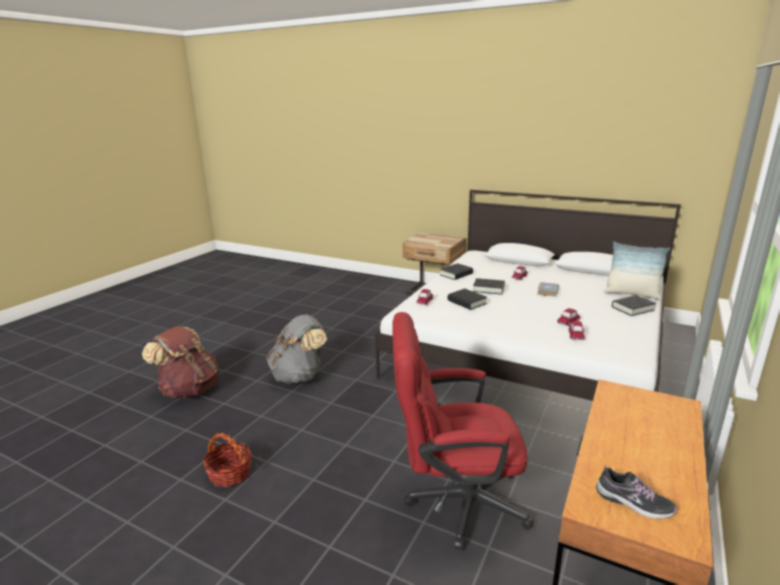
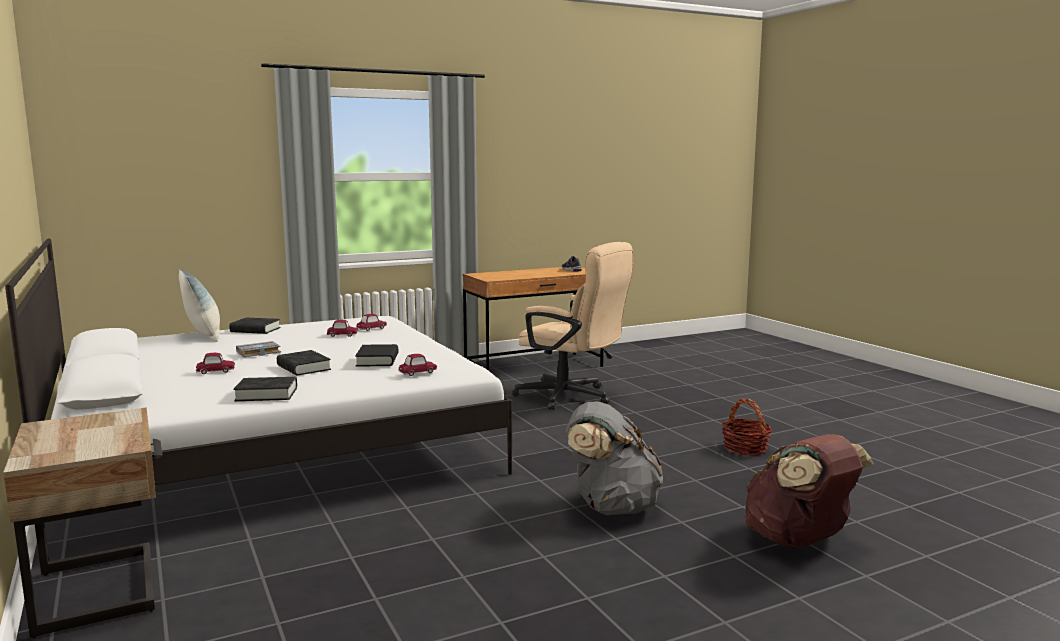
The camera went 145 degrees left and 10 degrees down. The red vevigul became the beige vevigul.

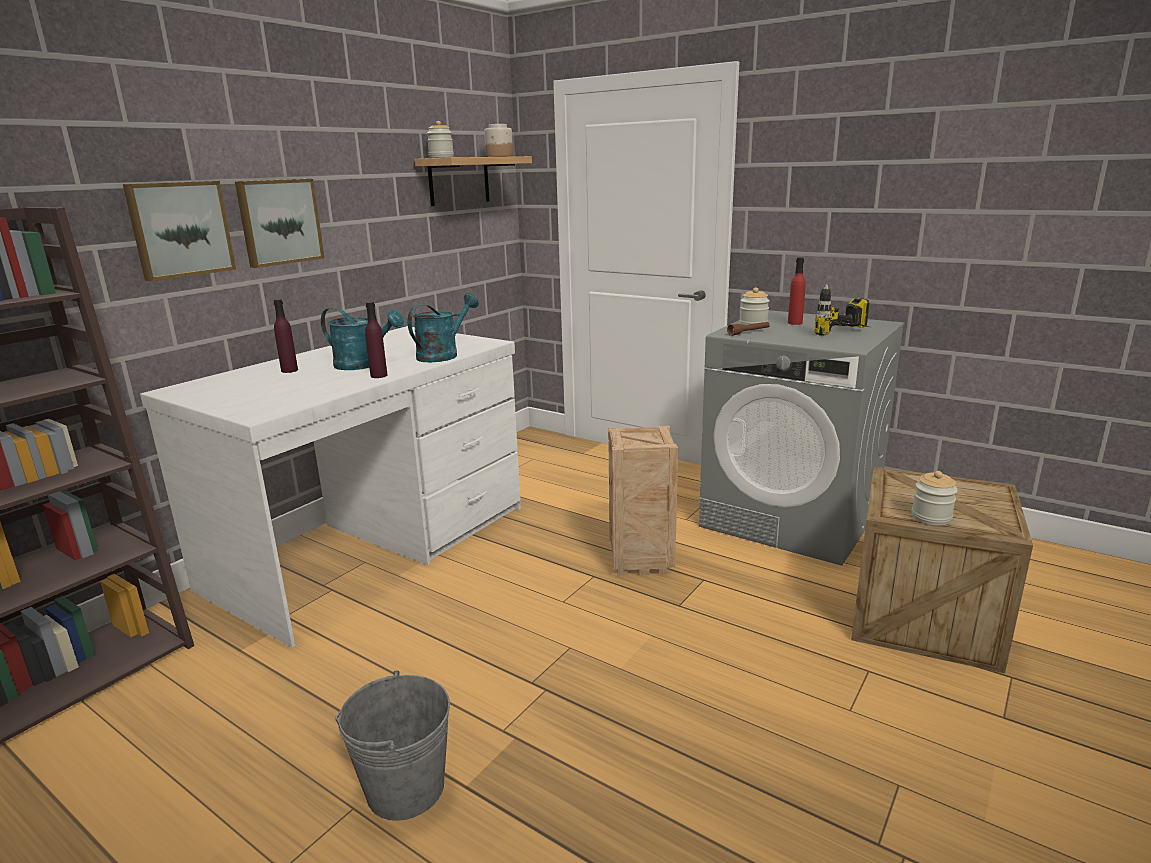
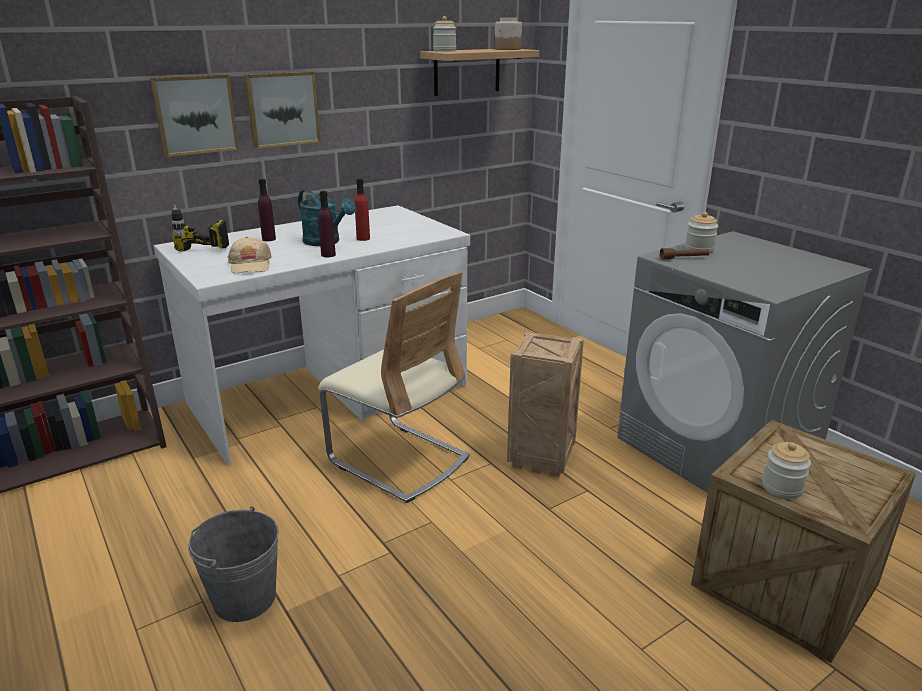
The camera went 20 degrees right and 5 degrees up. The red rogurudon moved. The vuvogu moved. The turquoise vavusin (no. 2 from left) disappeared. The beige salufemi appeared. The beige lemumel appeared.

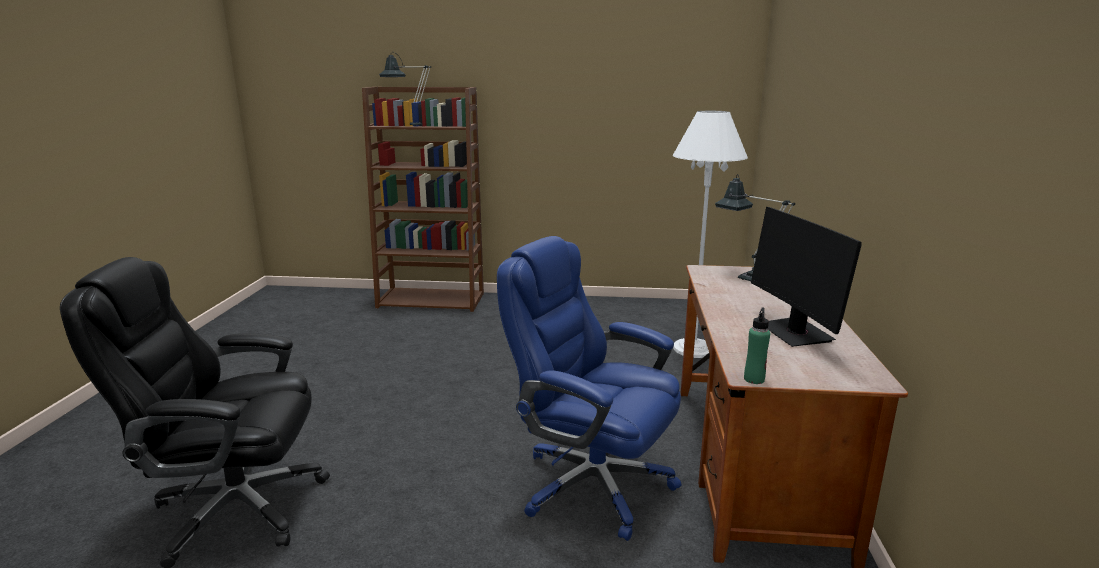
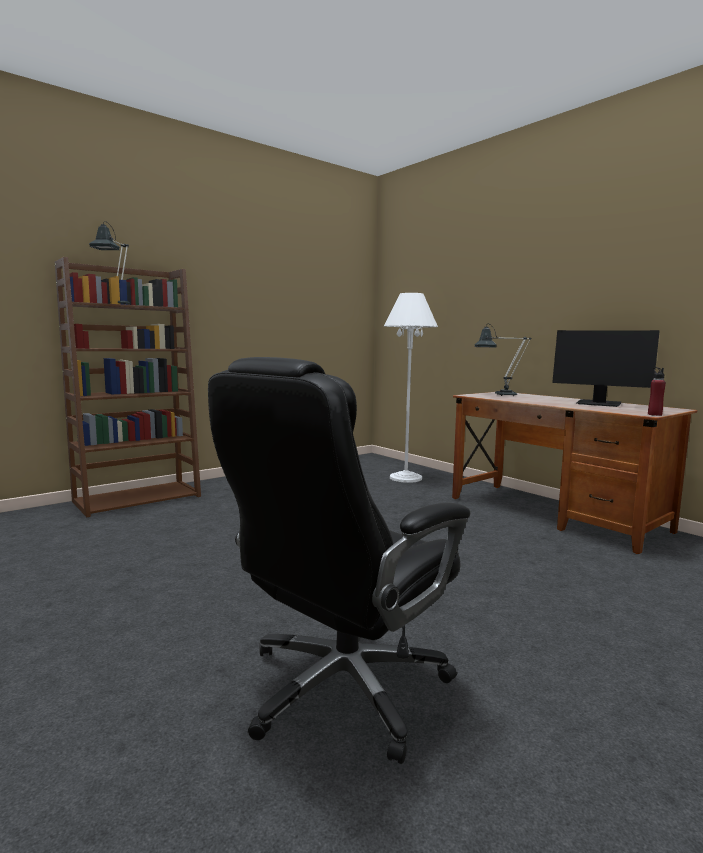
The camera went 45 degrees left and 10 degrees down. The blue vevigul disappeared. The green rogurudon became the red rogurudon.

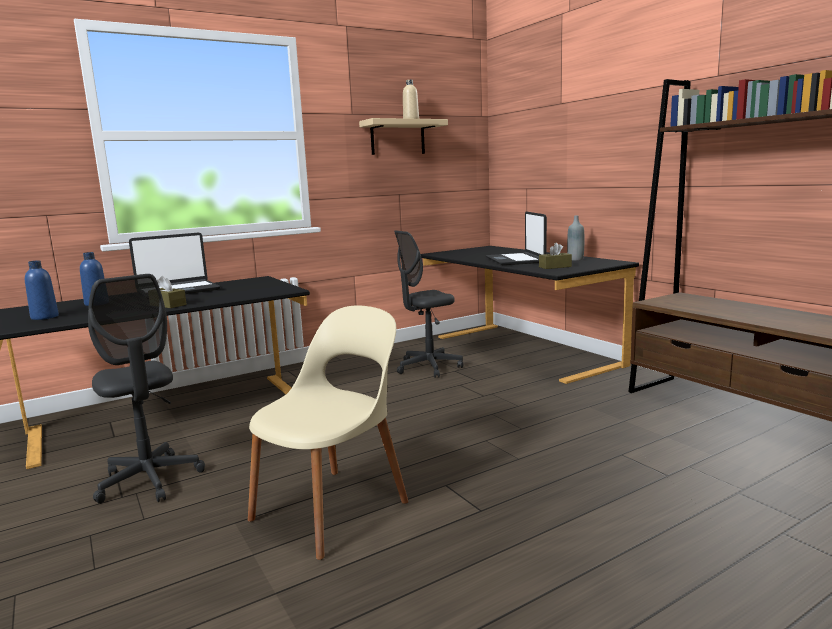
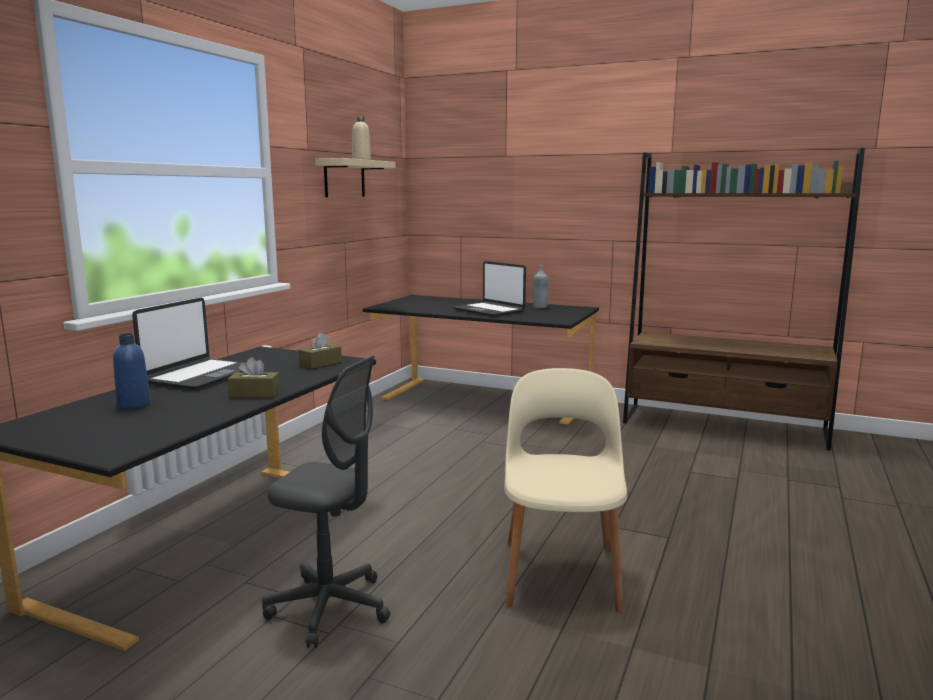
The camera went 35 degrees left and 0 degrees up. The grey vevigul (no. 2 from left) disappeared. The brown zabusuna (no. 2 from left) moved. The blue rogurudon (no. 1 from left) disappeared.

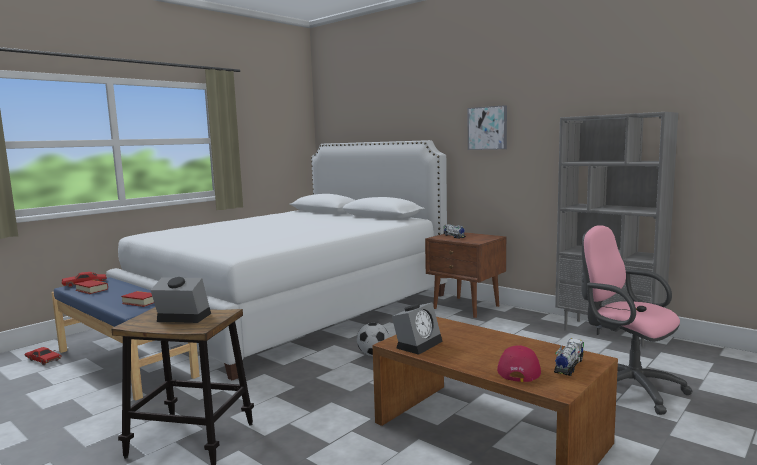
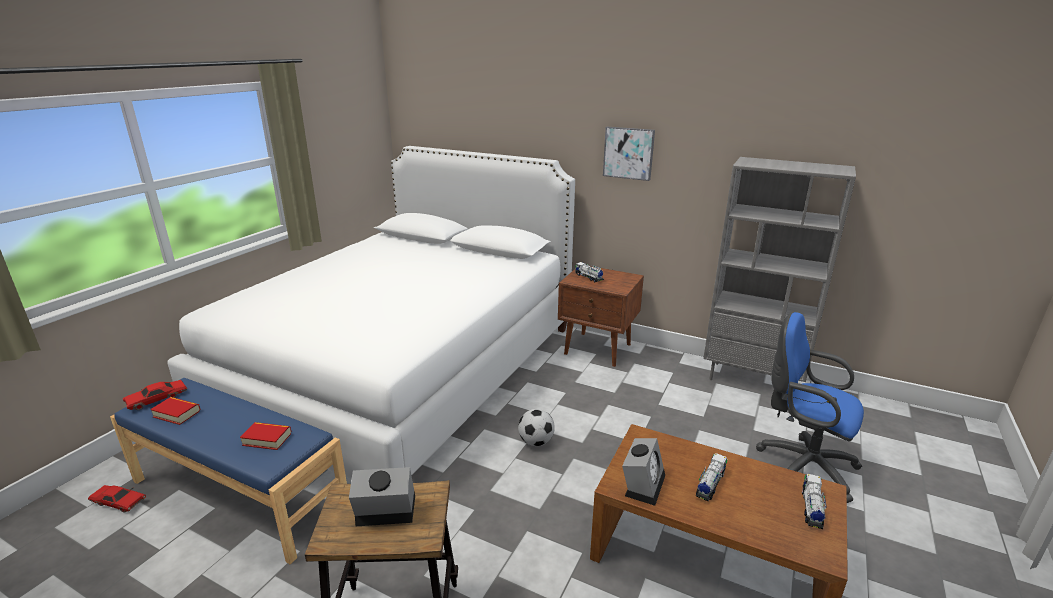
The camera went 15 degrees left and 15 degrees up. The pink vevigul became the blue vevigul. The red salufemi disappeared. The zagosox (no. 2 from left) appeared.

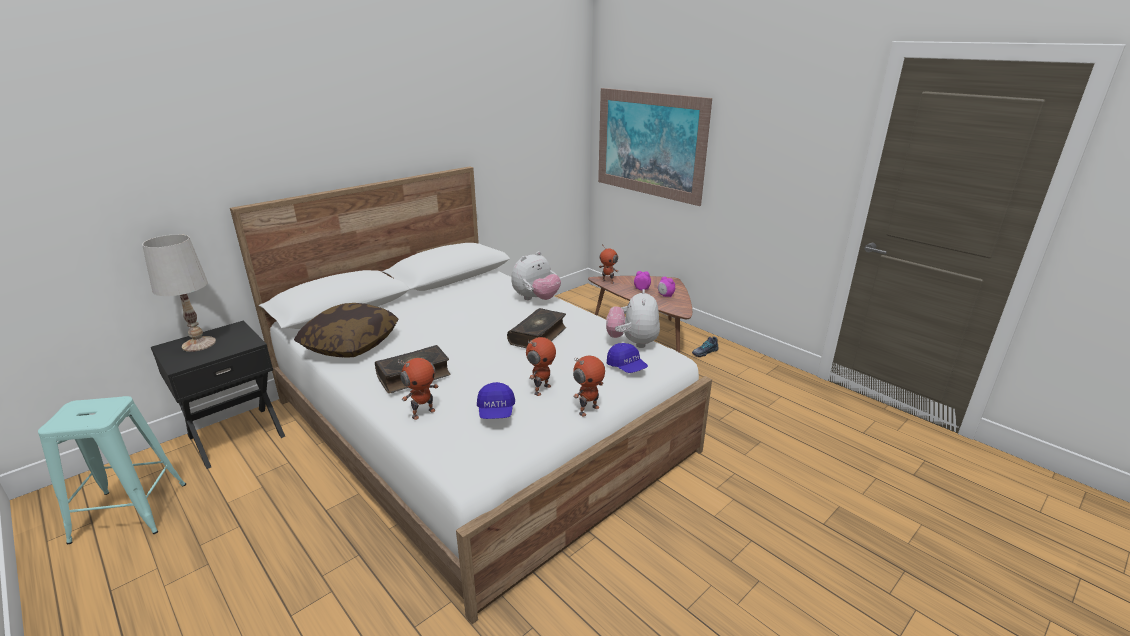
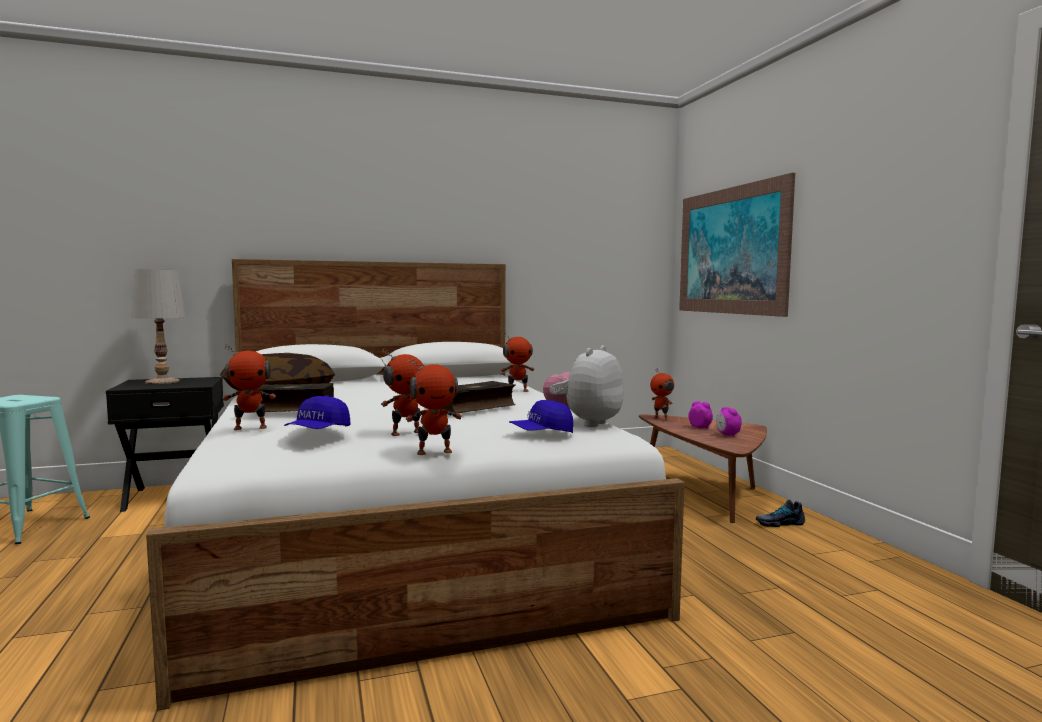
The camera went 25 degrees right and 20 degrees down. The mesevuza (no. 1 from left) was replaced by the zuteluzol (no. 4 from left). The blue salufemi (no. 2 from left) turned 75 degrees clockwise.

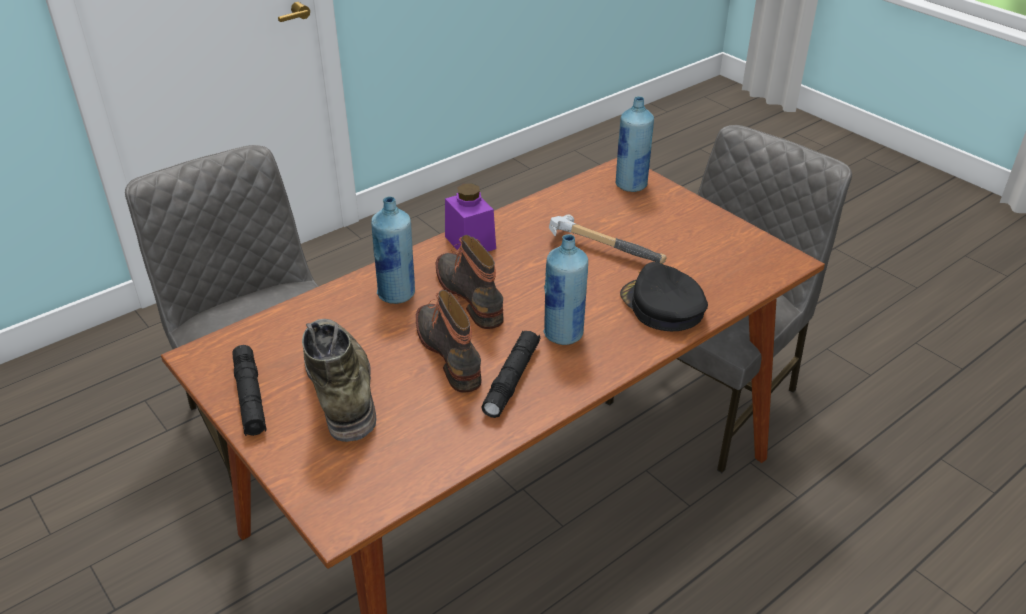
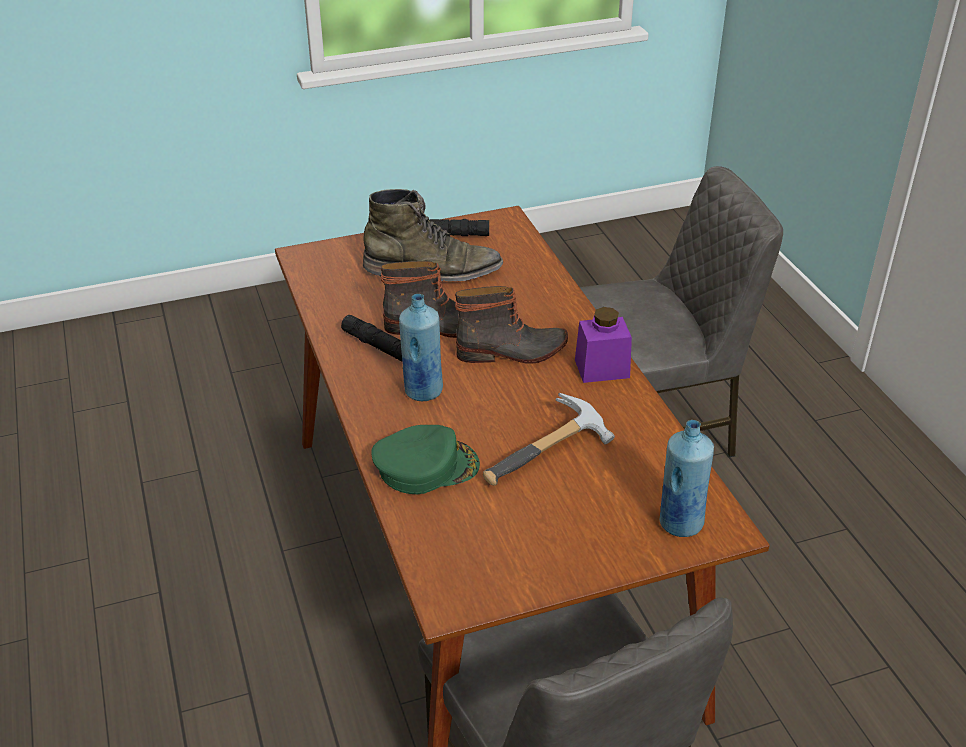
The camera went 110 degrees right and 0 degrees up. The blue rogurudon (no. 1 from left) disappeared. The black salufemi became the green salufemi.

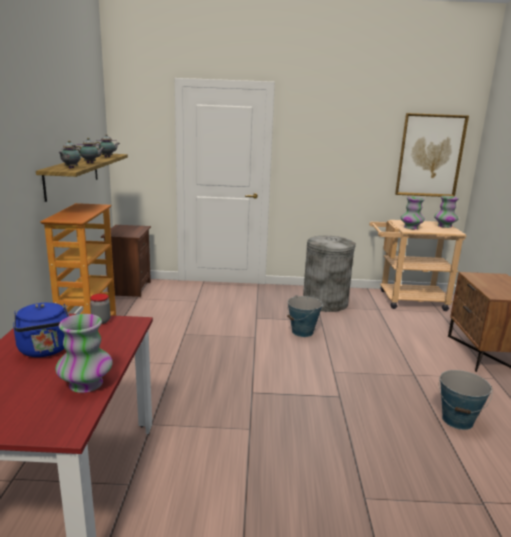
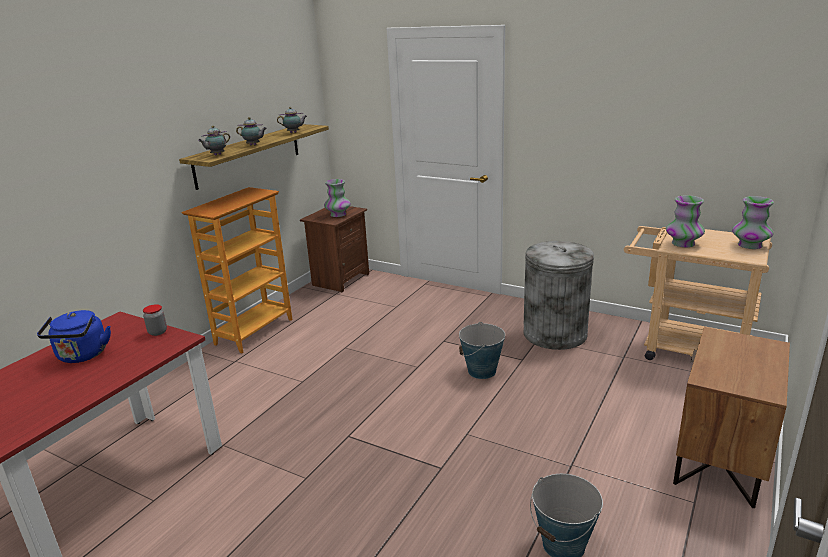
The camera went 30 degrees right and 5 degrees up. The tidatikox disappeared. The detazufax (no. 1 from left) moved.

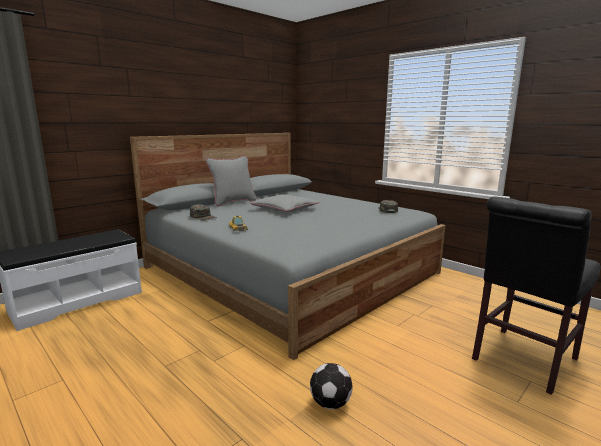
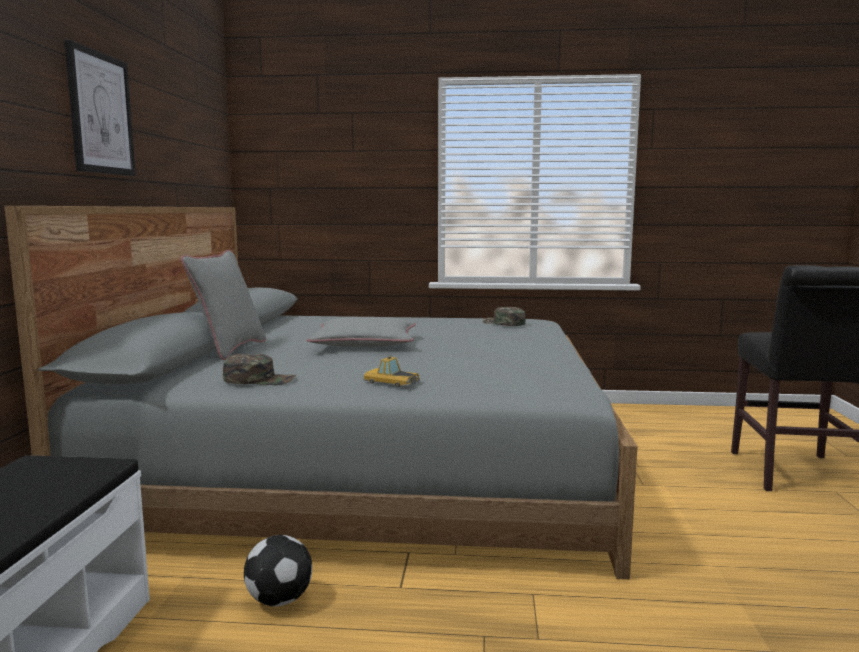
The camera went 40 degrees left and 5 degrees down. The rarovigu moved. The tidatikox appeared.

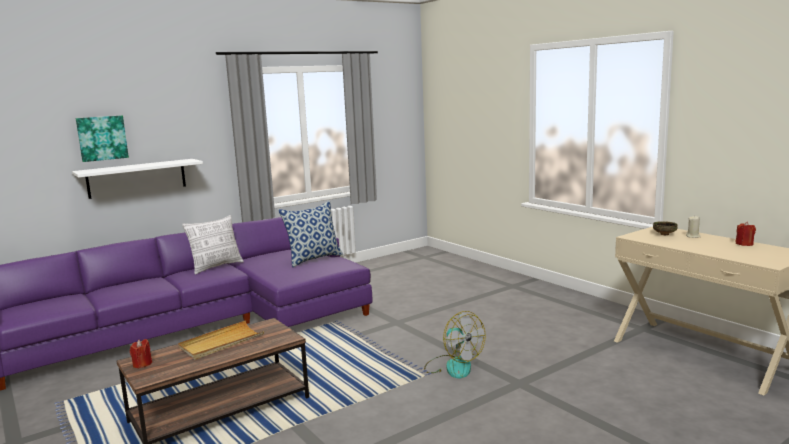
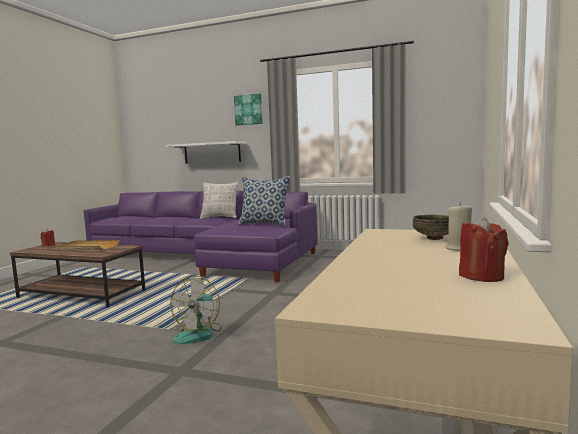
The camera went 55 degrees right and 5 degrees down. The tidatikox moved.

